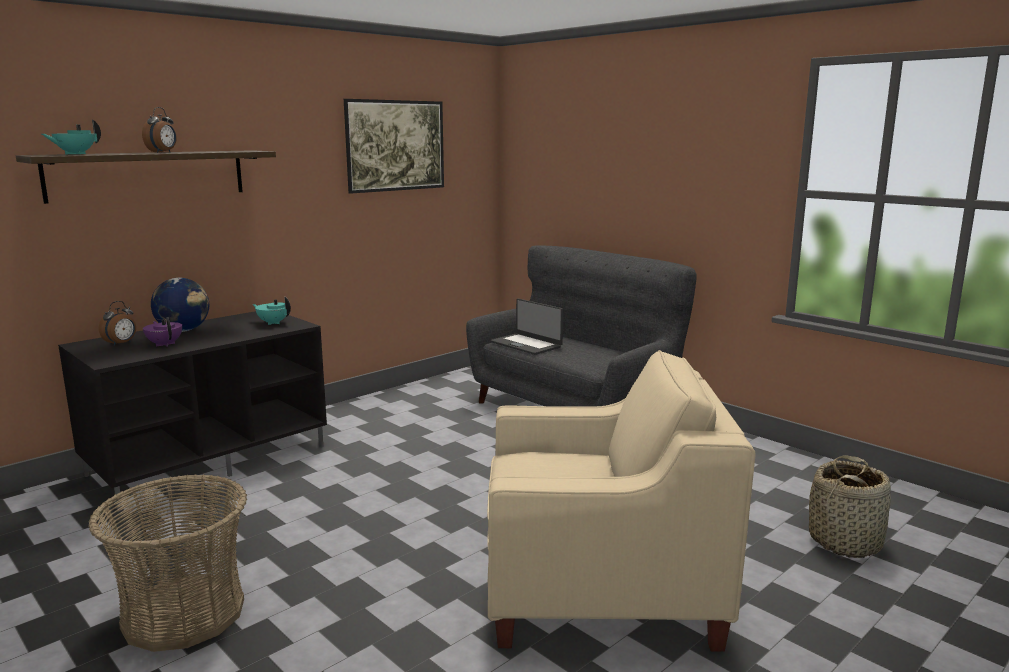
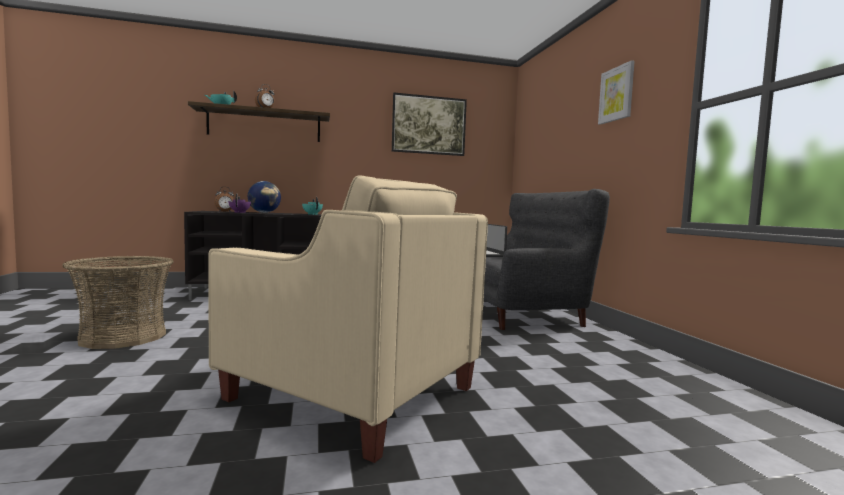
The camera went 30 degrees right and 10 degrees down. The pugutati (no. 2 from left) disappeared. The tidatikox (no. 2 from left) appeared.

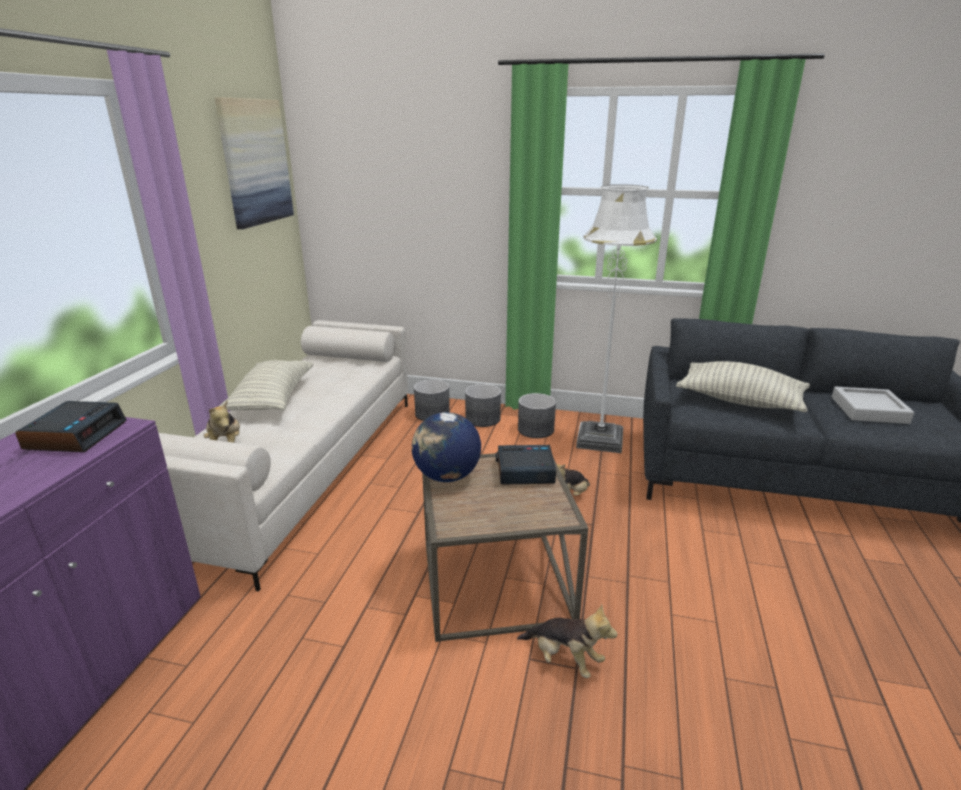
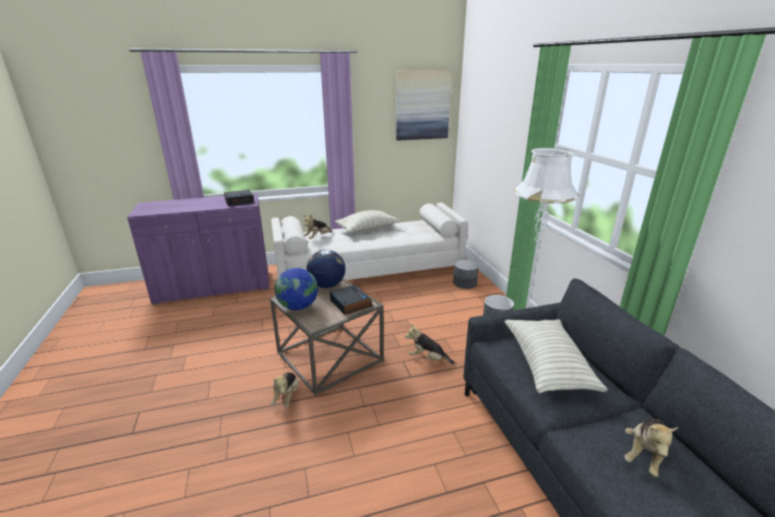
The camera went 60 degrees right and 0 degrees up. The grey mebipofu (no. 2 from left) disappeared. The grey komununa was replaced by the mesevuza (no. 4 from left). The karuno (no. 1 from left) appeared.

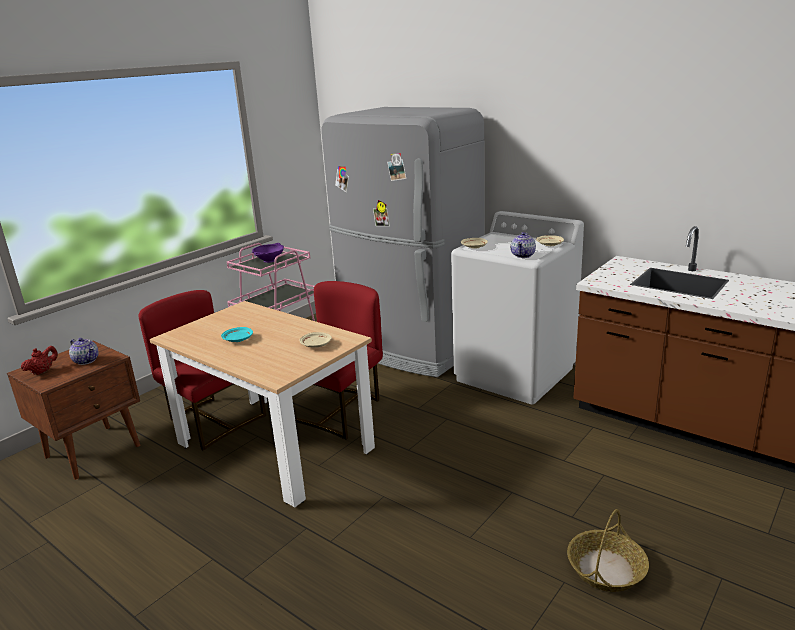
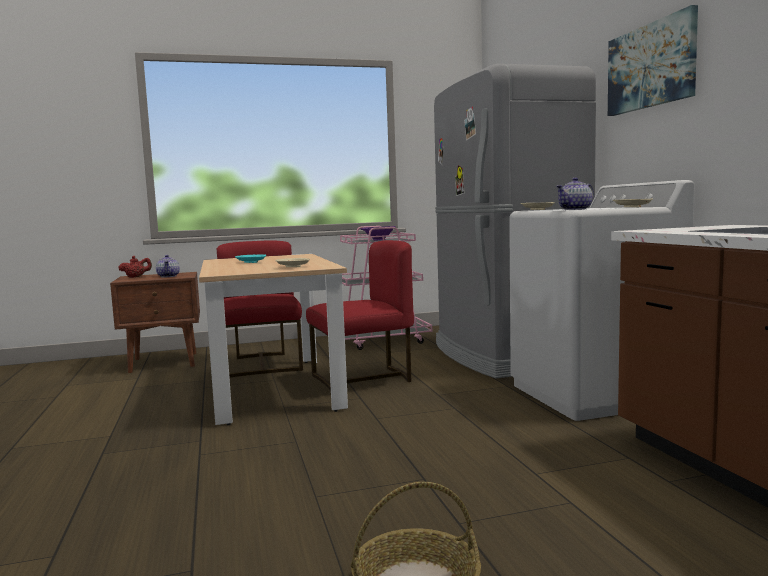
The camera went 35 degrees right and 15 degrees down. The tidatikox appeared.

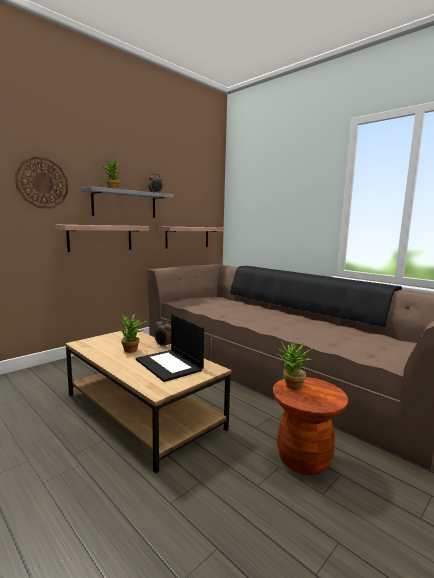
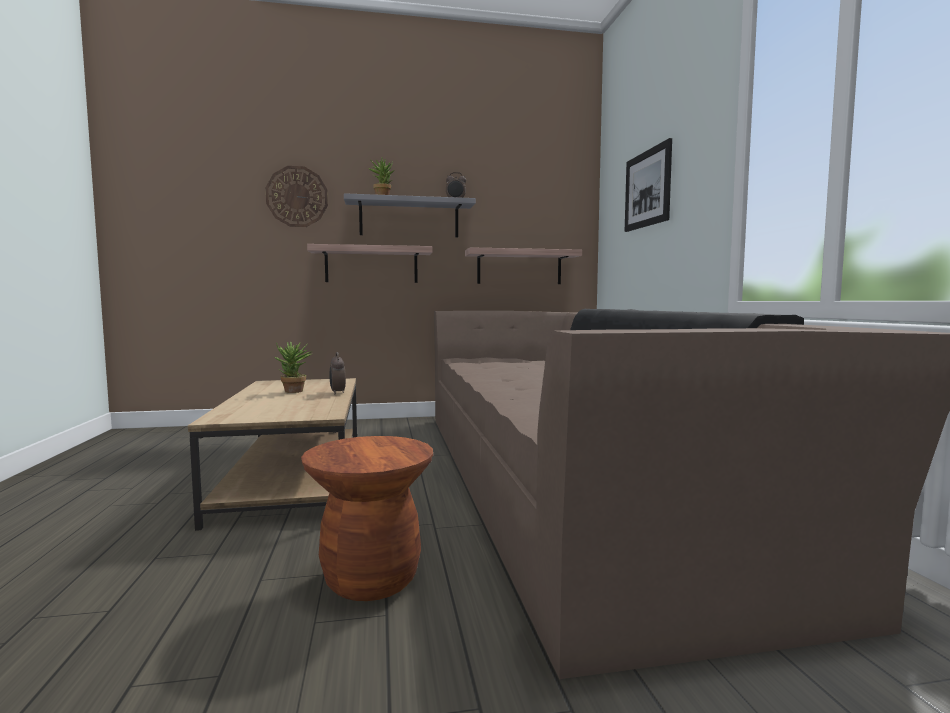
The camera went 35 degrees right and 5 degrees down. The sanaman disappeared. The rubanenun (no. 3 from left) disappeared. The tidatikox appeared.

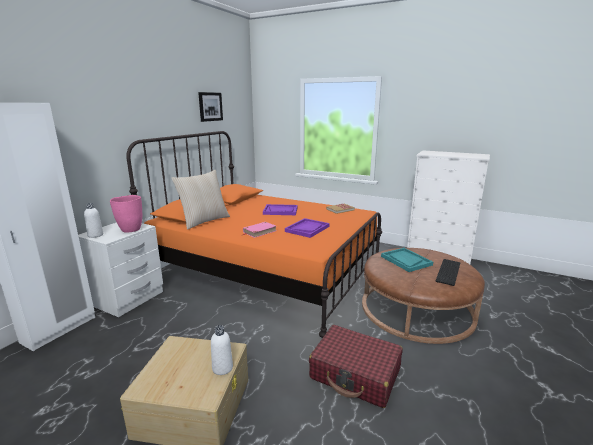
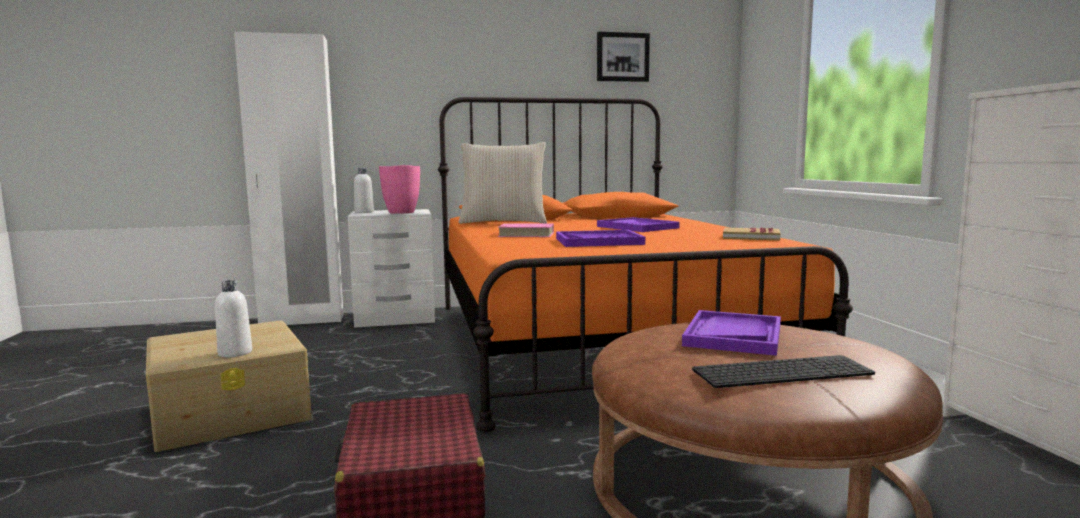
The camera went 50 degrees right and 10 degrees down. The turquoise komununa became the purple komununa (no. 3 from left).

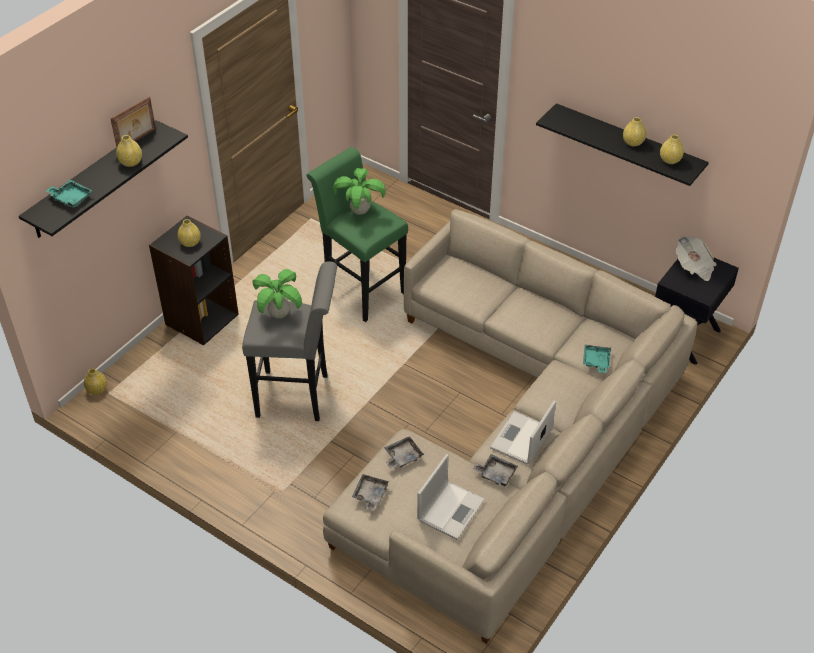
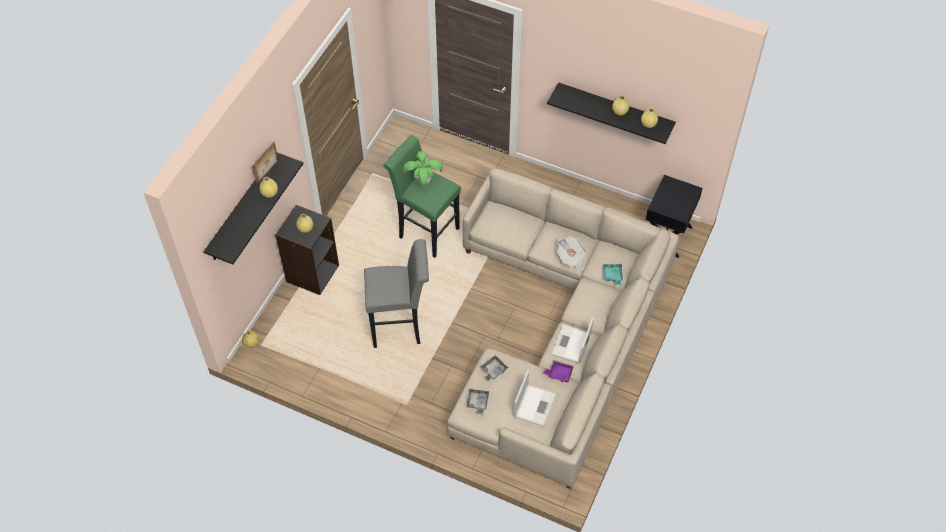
The camera went 10 degrees left and 10 degrees up. The turquoise komununa (no. 1 from left) disappeared. The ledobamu moved. The rubanenun (no. 1 from left) disappeared. The grey komununa (no. 3 from left) became the purple komununa.

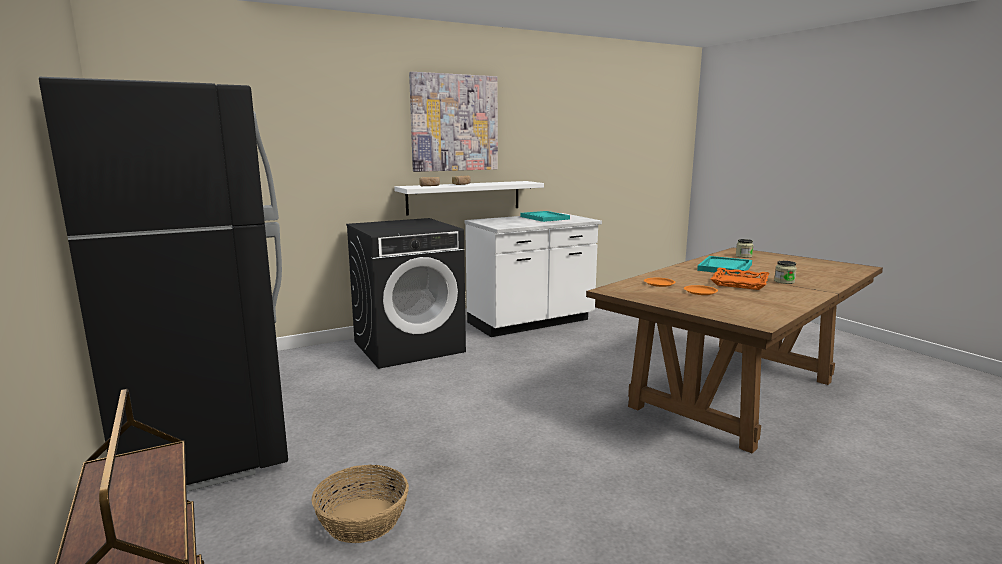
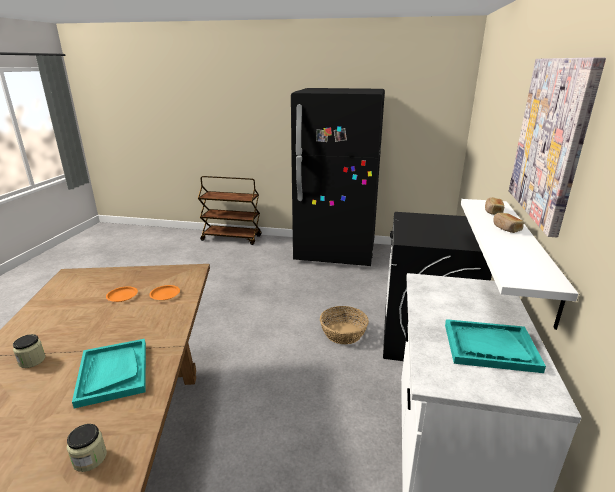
The camera went 130 degrees right and 10 degrees up. The orange komununa disappeared. The pugutati moved.

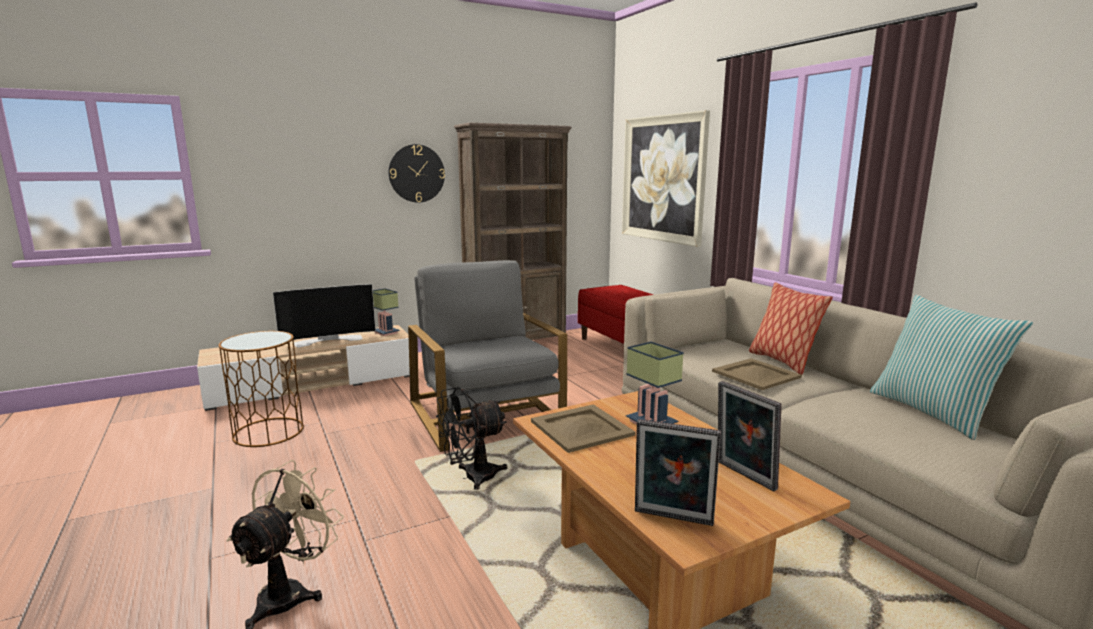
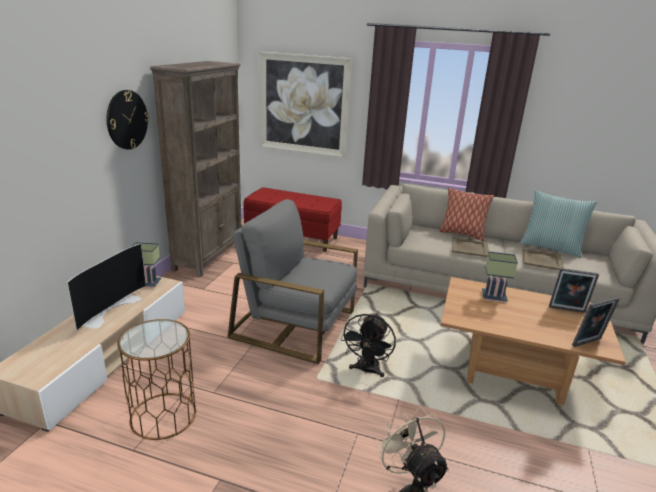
The camera went 45 degrees left and 10 degrees up. The beige komununa (no. 1 from left in the first image) moved.

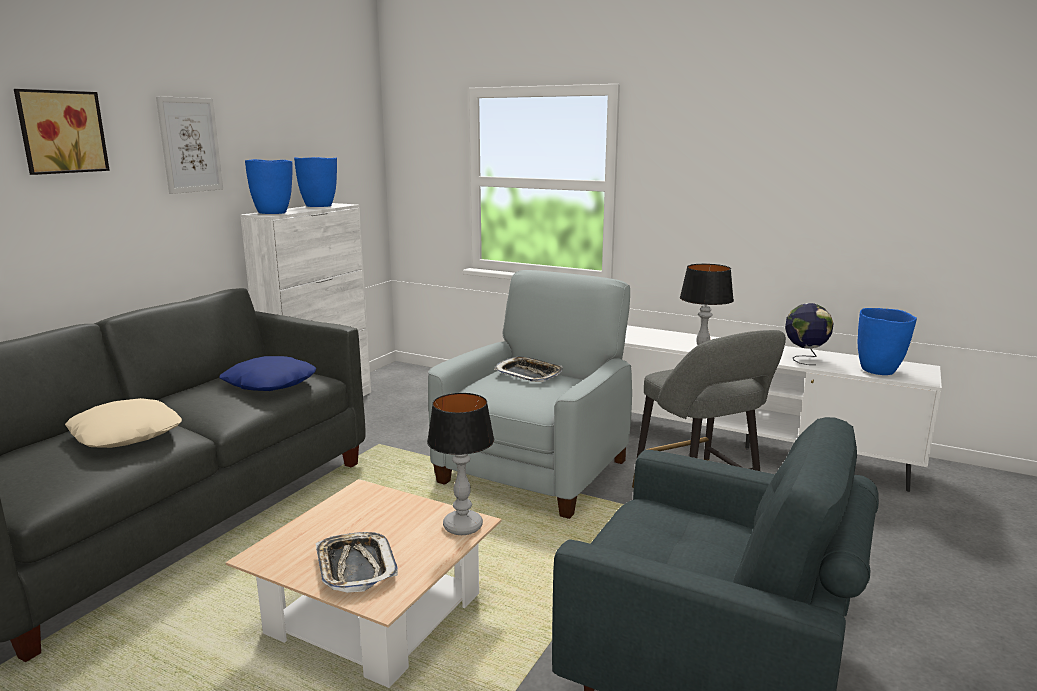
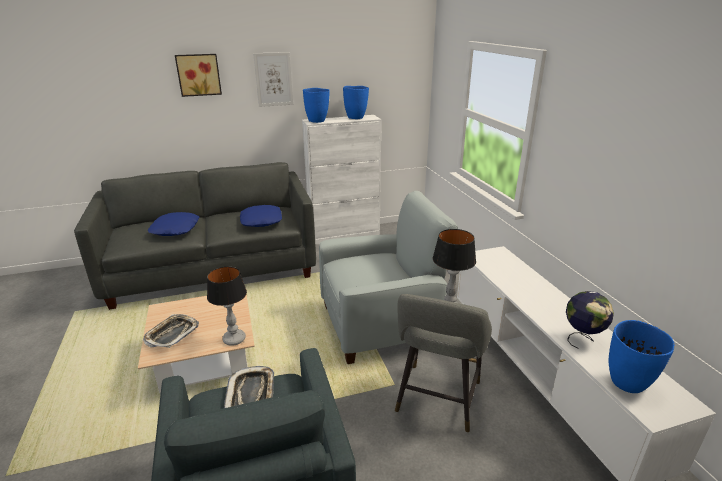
The camera went 45 degrees right and 10 degrees up. The komununa (no. 2 from left) moved. The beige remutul became the blue remutul (no. 1 from left).

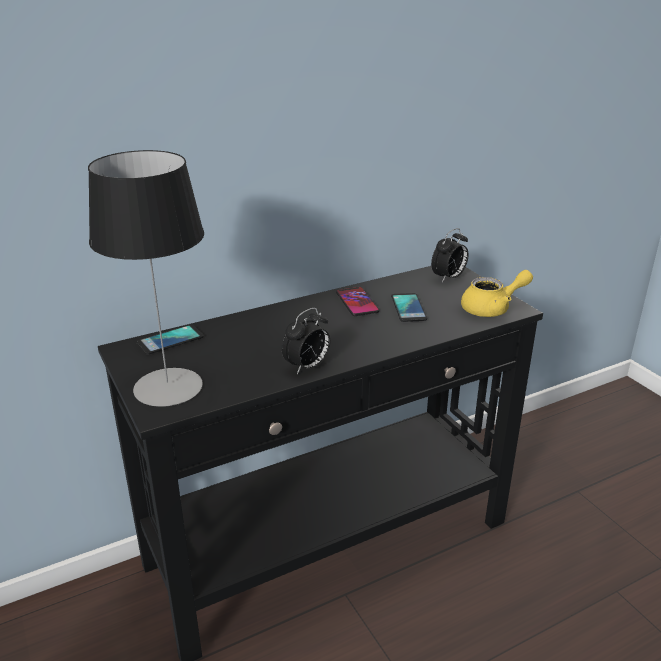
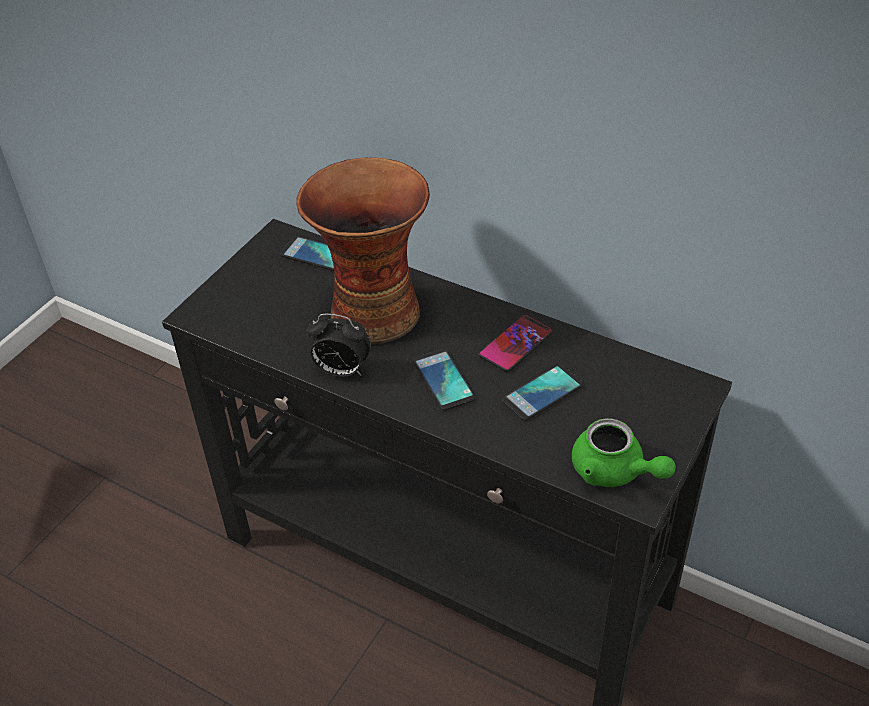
The camera went 60 degrees right and 15 degrees up. The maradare disappeared. The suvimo (no. 2 from left) disappeared. The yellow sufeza became the green sufeza. The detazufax appeared. The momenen (no. 2 from left) appeared.

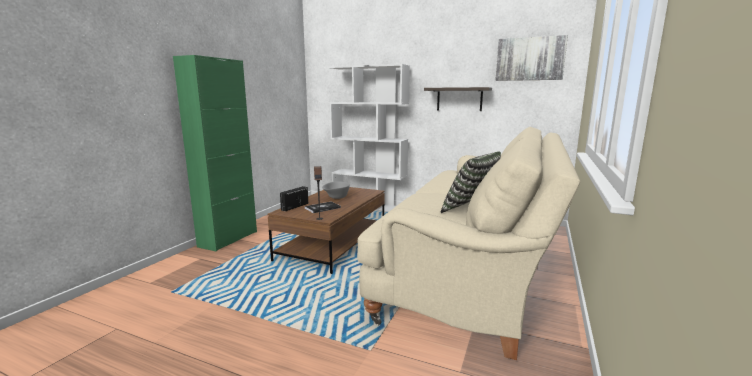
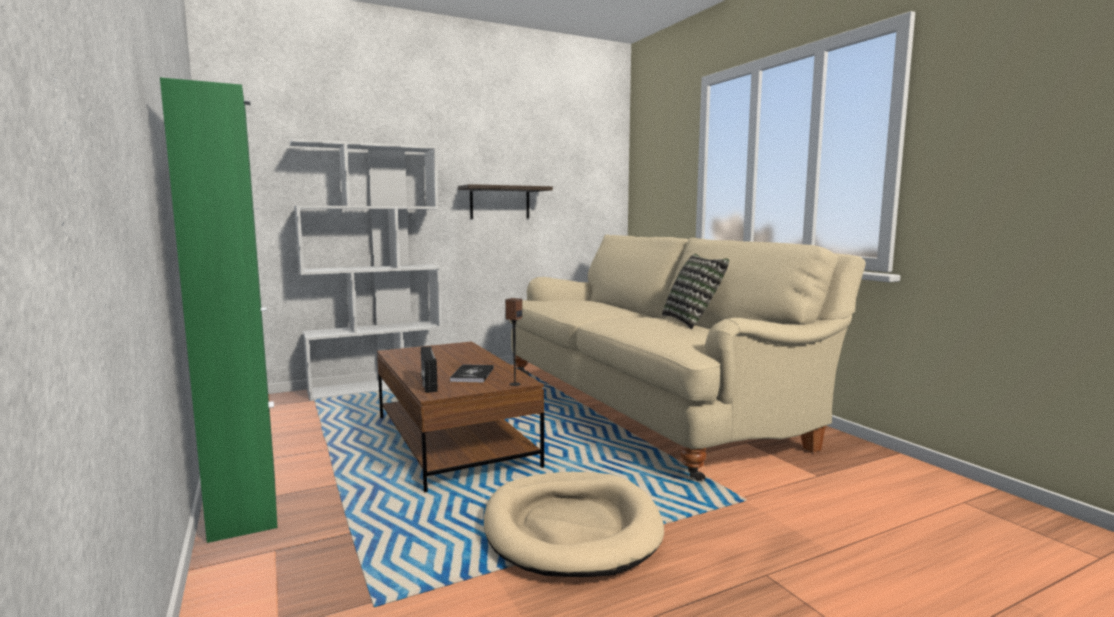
The camera went 50 degrees left and 5 degrees down. The tidatikox disappeared. The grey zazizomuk disappeared. The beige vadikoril appeared.

